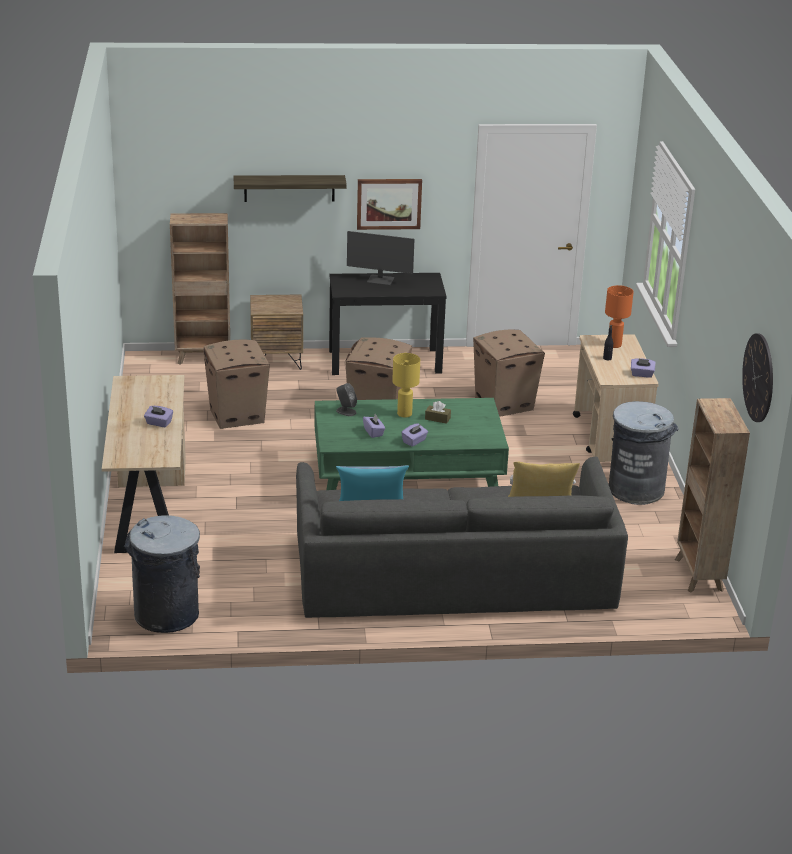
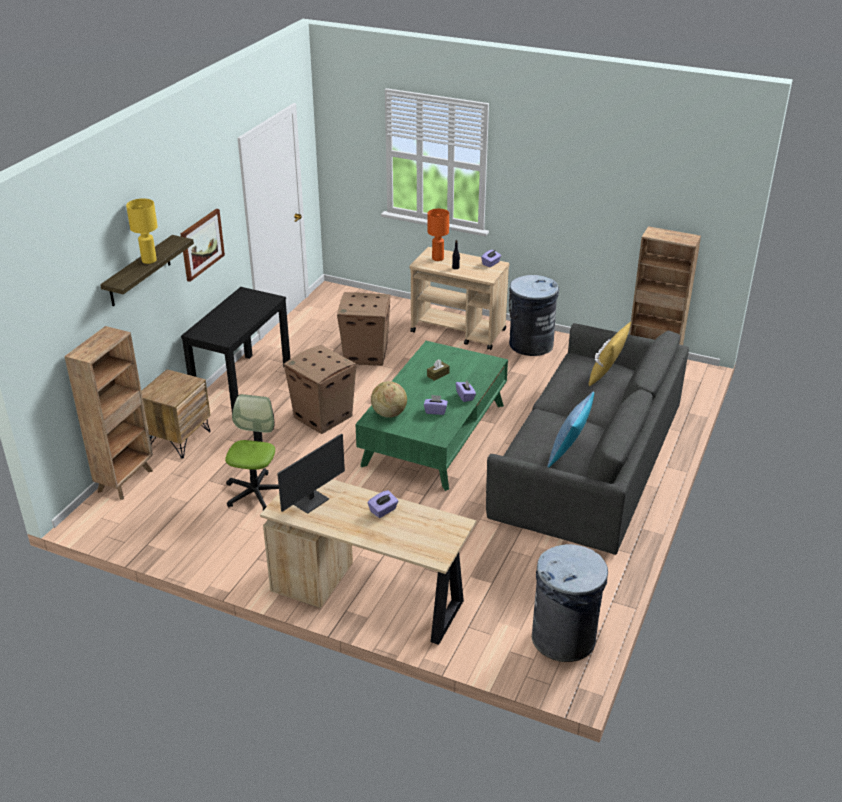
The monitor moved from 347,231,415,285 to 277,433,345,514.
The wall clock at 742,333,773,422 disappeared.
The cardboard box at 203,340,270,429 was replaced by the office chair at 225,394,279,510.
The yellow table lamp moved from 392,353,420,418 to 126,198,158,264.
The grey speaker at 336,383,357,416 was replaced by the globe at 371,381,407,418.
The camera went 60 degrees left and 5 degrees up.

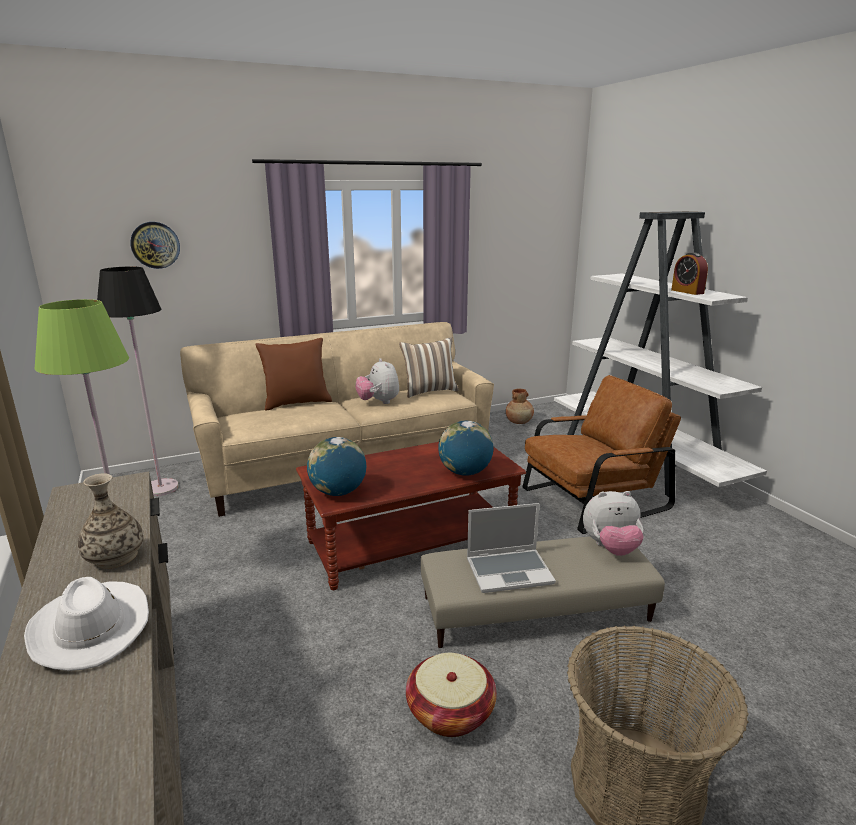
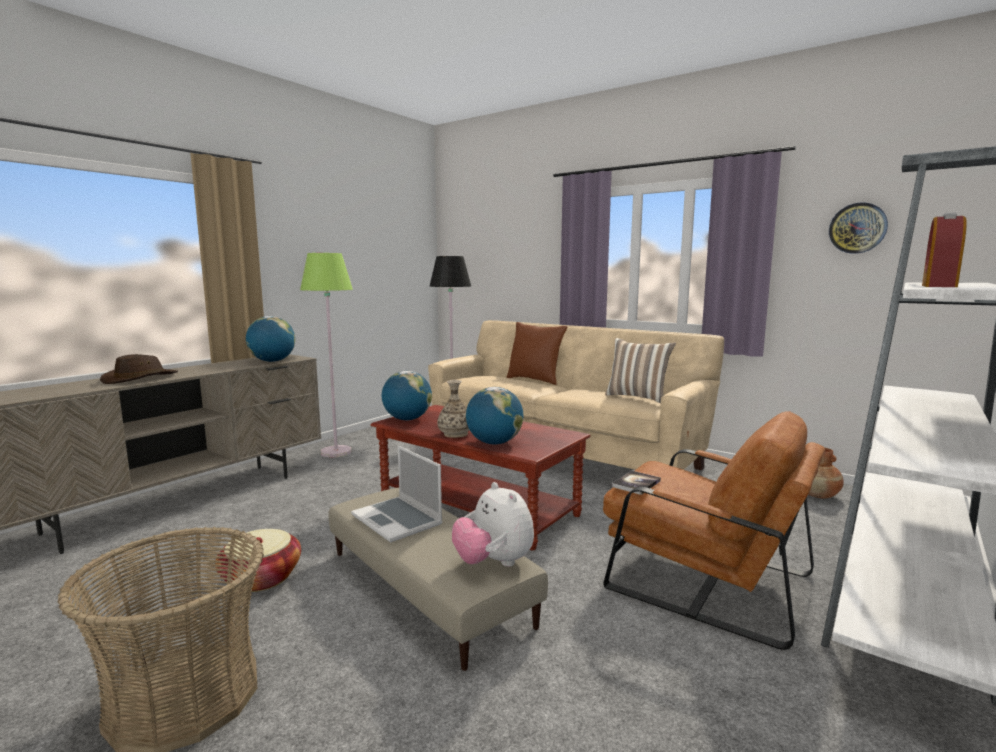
The wall clock moved from 130,222,180,269 to 829,202,888,254.
The plush toy at 355,358,399,404 disappeared.
The vase moved from 78,473,144,569 to 437,380,469,438.
The white hat at 24,577,149,671 became the brown hat at 100,354,178,384.
The globe at 246,316,295,362 appeared.
The book at 612,471,661,495 appeared.
The camera went 60 degrees right and 10 degrees down.

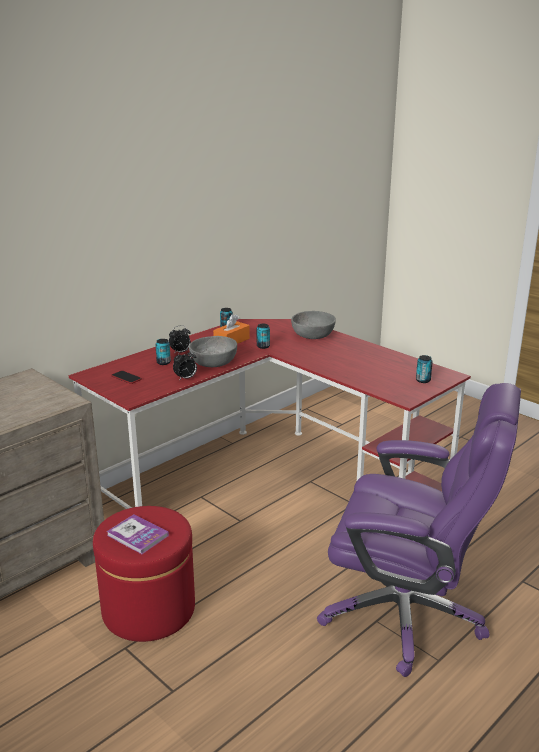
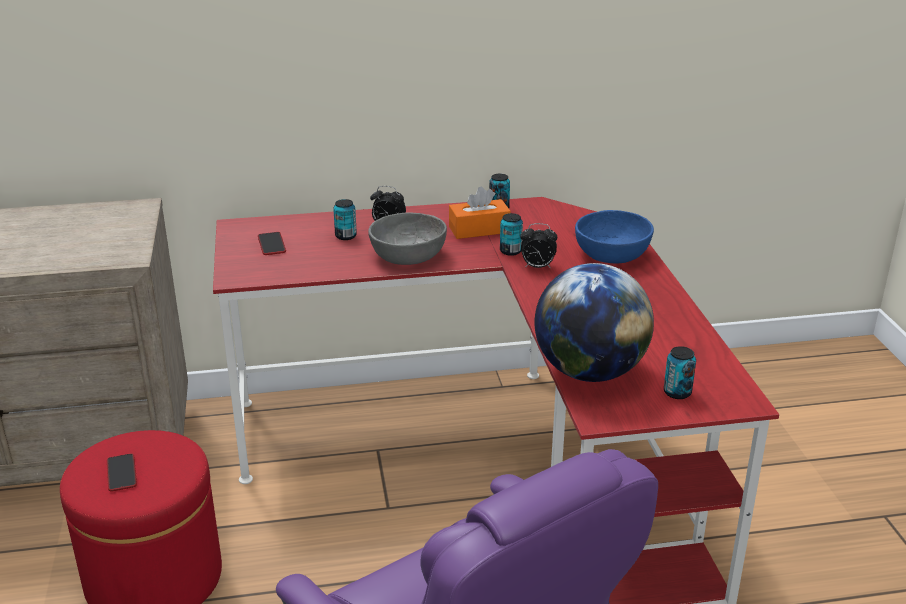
The grey bowl at 291,311,336,339 became the blue bowl at 575,210,654,263.
The alarm clock moved from 173,350,197,381 to 520,223,557,269.
The book at 107,514,169,554 was replaced by the phone at 107,453,137,491.
The globe at 534,263,654,382 appeared.
The camera went 35 degrees right and 5 degrees up.

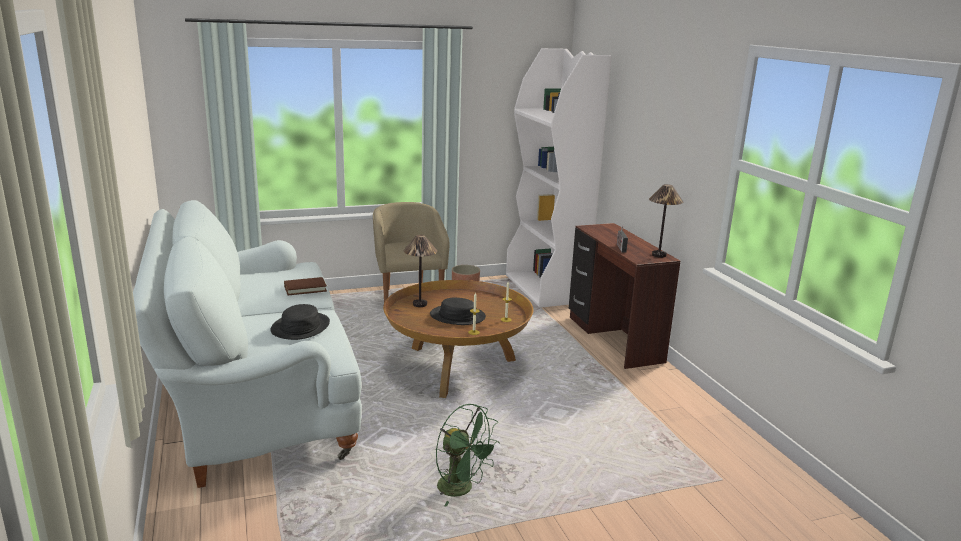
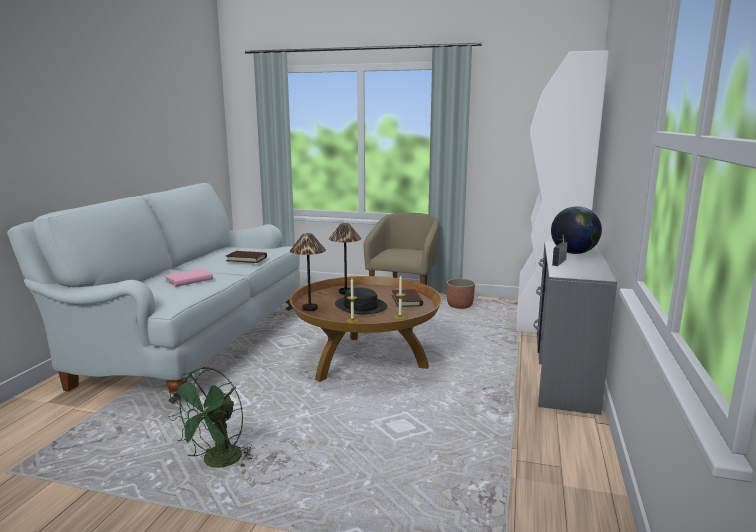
The table lamp moved from 649,184,683,258 to 290,233,326,311.
The brown desk at 569,223,681,369 became the grey desk at 534,241,617,415.
The black hat at 270,304,330,340 was replaced by the pink book at 164,269,213,287.
The green fan at 436,404,500,507 turned 45 degrees clockwise.
The globe at 551,206,602,254 appeared.
The brown book at 392,289,423,307 appeared.
The camera went 35 degrees right and 5 degrees down.

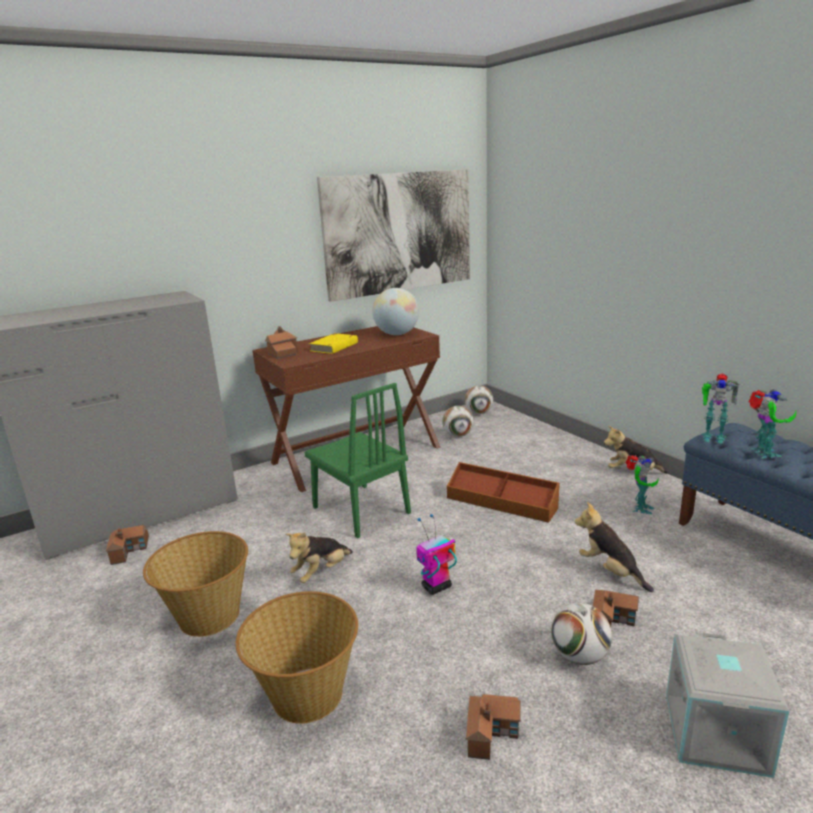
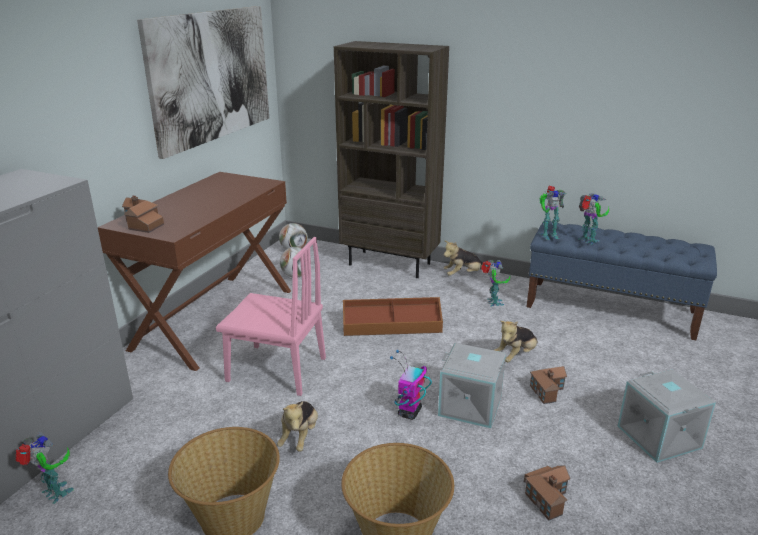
The globe at 372,288,419,335 disappeared.
The yellow book at 309,333,358,354 disappeared.
The green chair at 305,383,411,538 became the pink chair at 216,237,326,396.
The plush toy at 575,502,654,592 turned 60 degrees counterclockwise.
The toy house at 106,525,149,565 was replaced by the toy robot at 16,432,74,504.
The football at 551,603,612,665 disappeared.
The brown bookcase at 334,41,449,278 appeared.
The grey storage box at 438,343,506,428 appeared.
The camera went 35 degrees left and 5 degrees up.

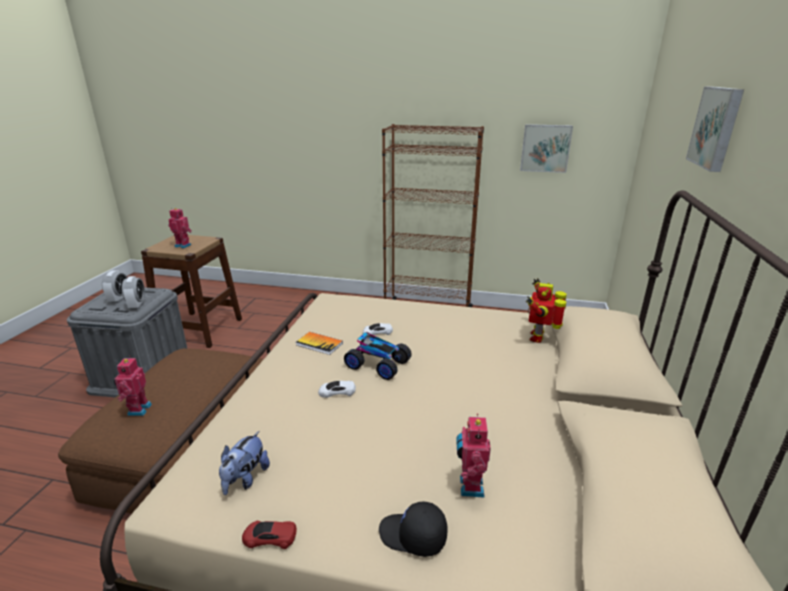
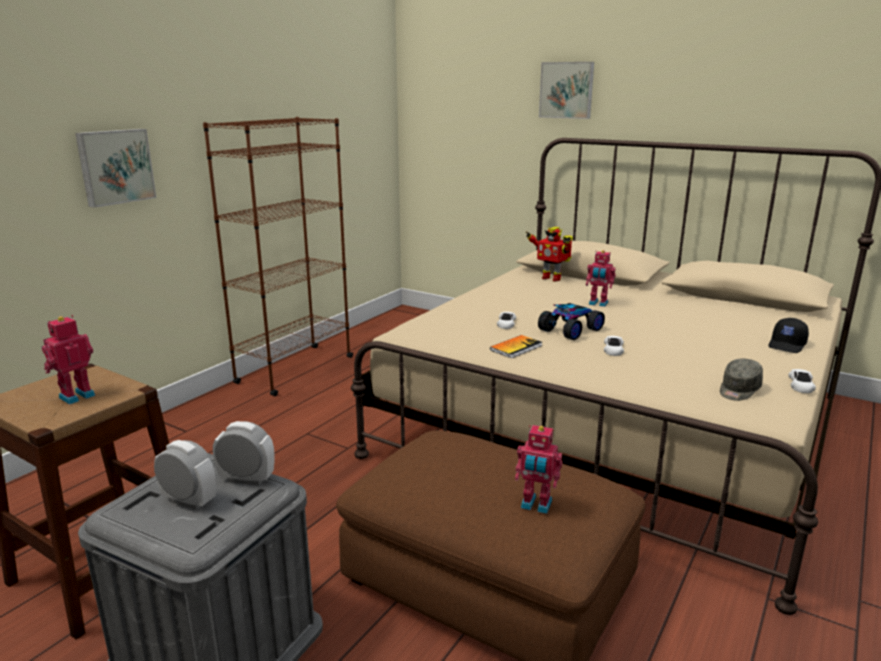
The picture moved from 520,124,573,173 to 75,129,156,208.
The toy robot moved from 456,413,491,498 to 586,250,616,307.
The plush toy at 219,431,270,495 was replaced by the grey cap at 720,359,763,401.
The red toy car at 242,521,297,549 became the white toy car at 788,369,816,393.
The camera went 70 degrees left and 5 degrees down.

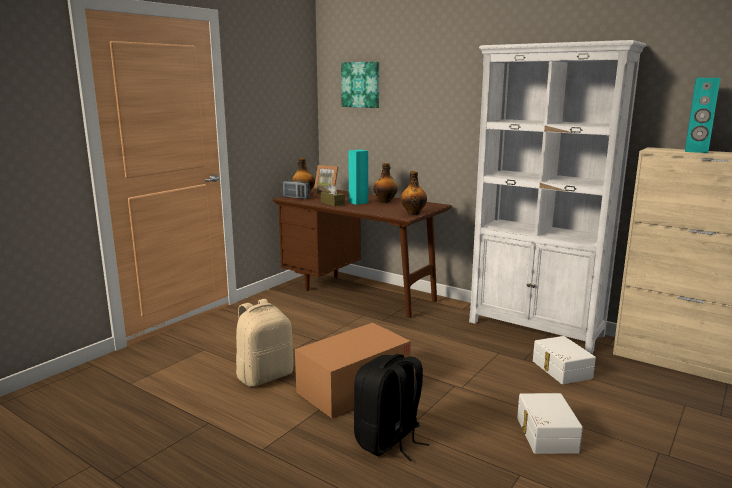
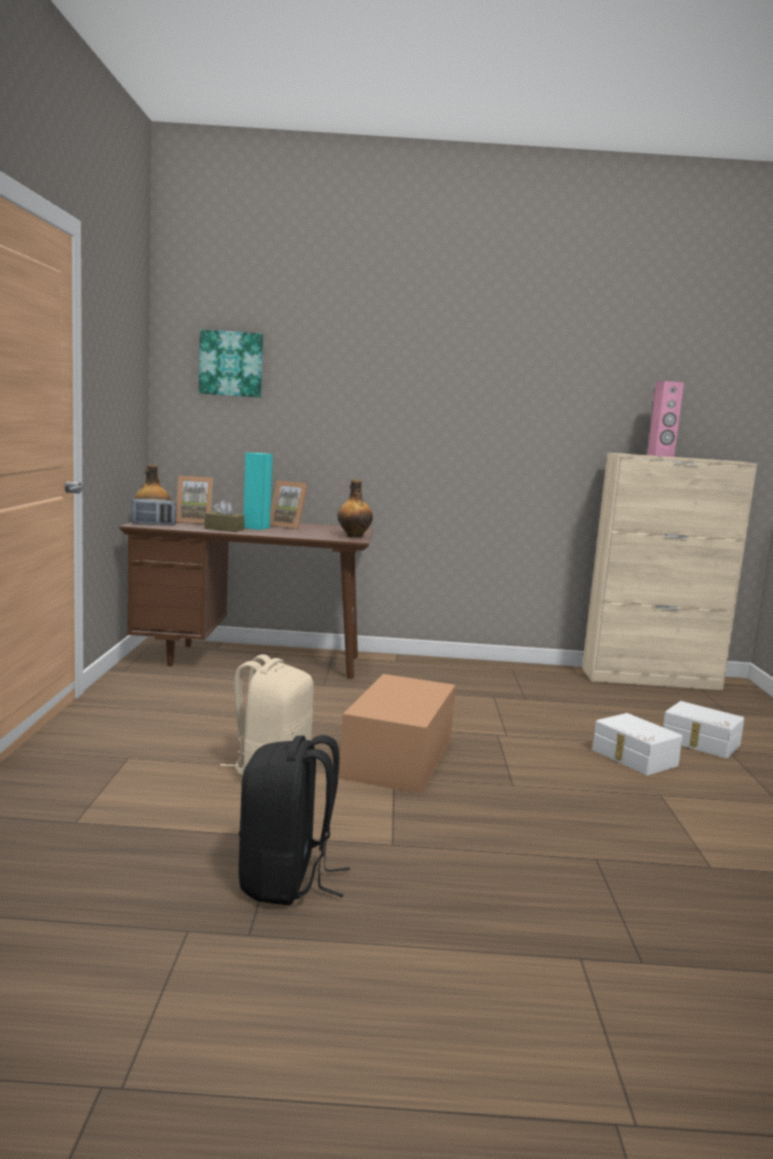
The white bookcase at 469,40,646,354 disappeared.
The turquoise speaker at 685,78,720,153 became the pink speaker at 647,381,684,457.
The bottle at 373,163,398,203 was replaced by the picture frame at 270,480,308,529.
The white storage box moved from 533,336,596,384 to 663,701,744,759.
The black backpack moved from 354,354,430,461 to 239,735,350,905.
The camera went 35 degrees left and 5 degrees down.

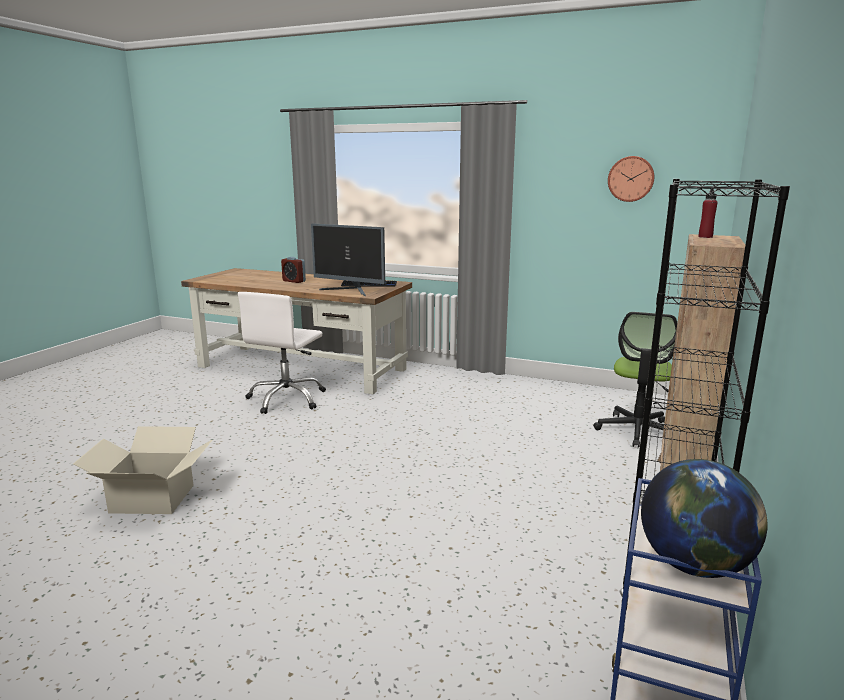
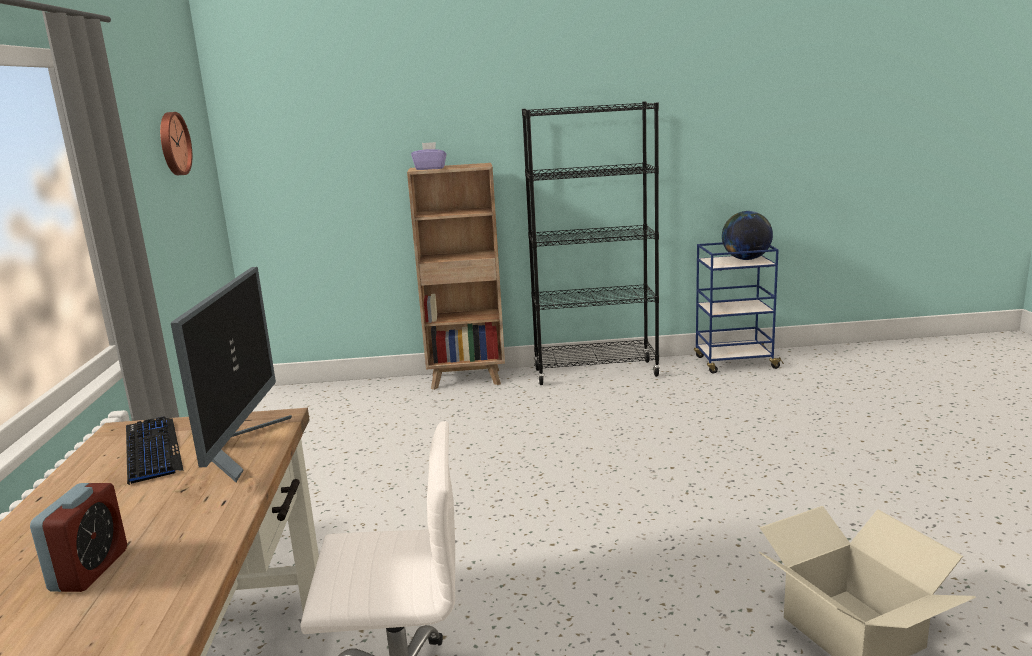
The red bottle at 698,189,717,238 was replaced by the purple tissue box at 411,142,447,170.
The office chair at 593,312,677,448 disappeared.
The camera went 115 degrees left and 0 degrees up.

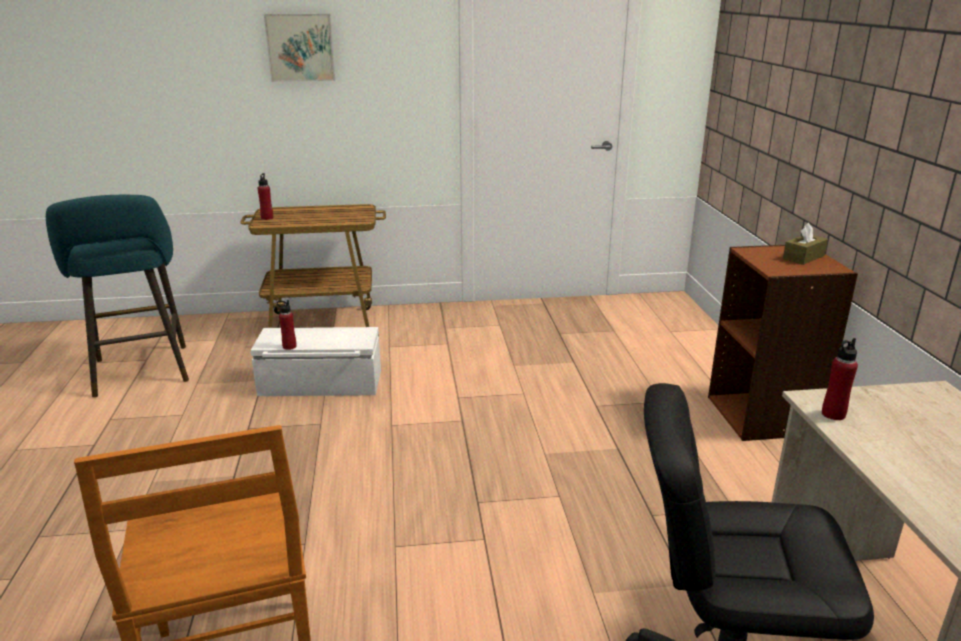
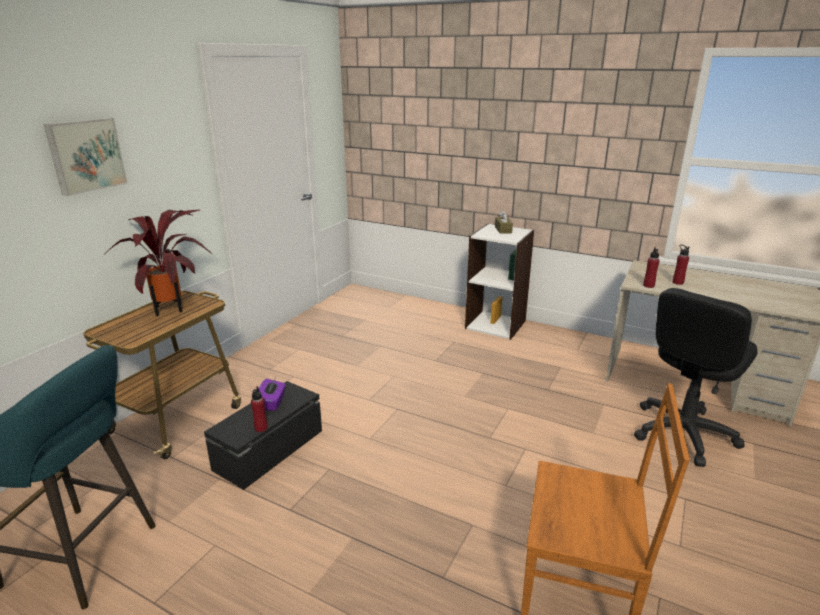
The red bottle moved from 258,173,273,220 to 672,245,690,285.
The brown bookcase at 708,245,858,441 became the white bookcase at 465,224,534,340.
The white storage box at 250,327,381,396 became the black storage box at 204,381,322,490.
The potted plant at 104,210,213,316 appeared.
The purple tissue box at 258,379,286,411 appeared.
The camera went 55 degrees left and 0 degrees up.

